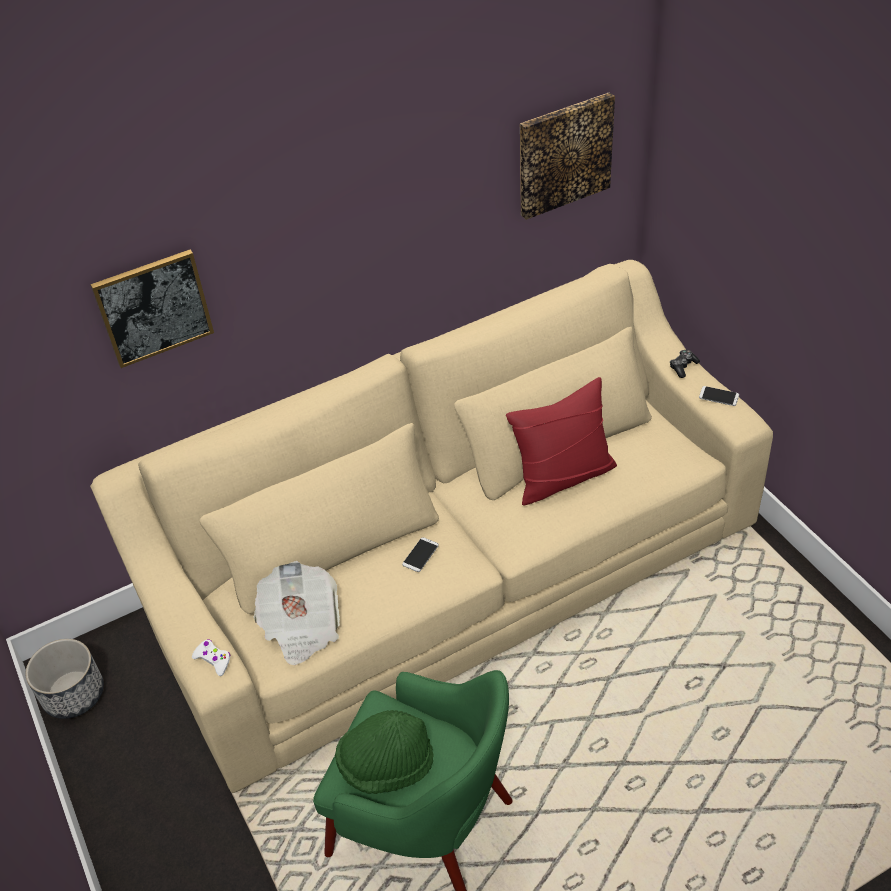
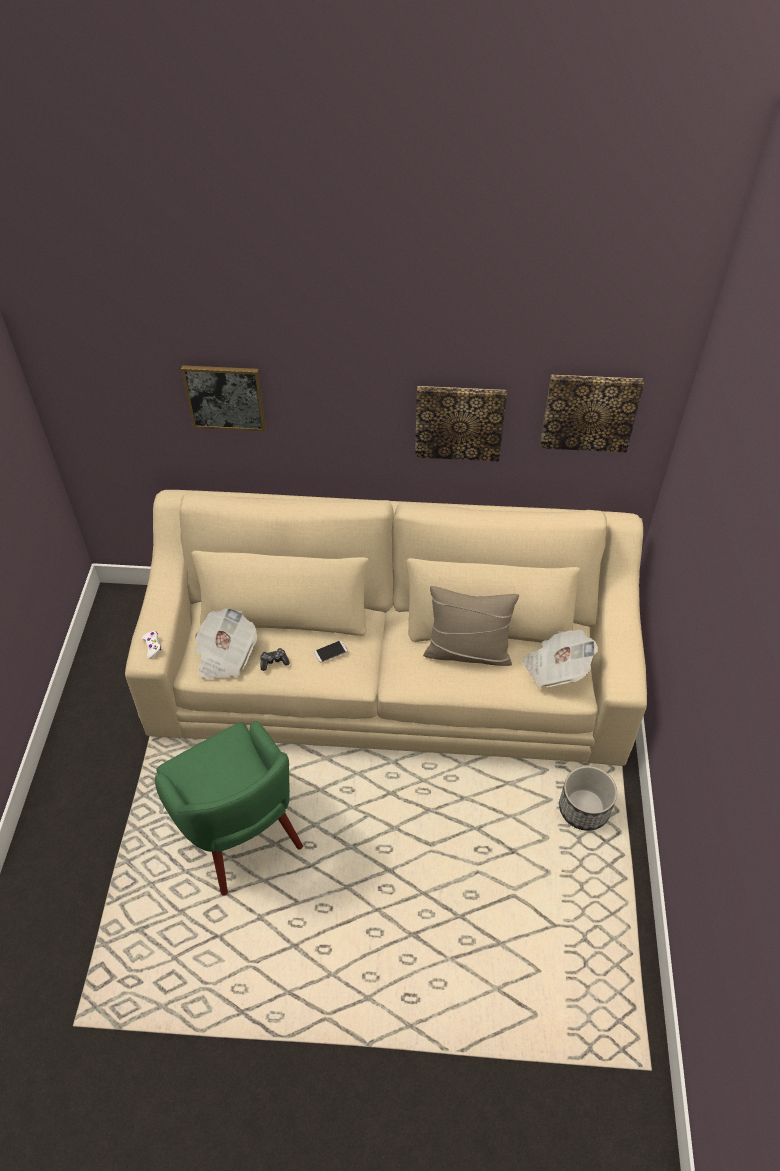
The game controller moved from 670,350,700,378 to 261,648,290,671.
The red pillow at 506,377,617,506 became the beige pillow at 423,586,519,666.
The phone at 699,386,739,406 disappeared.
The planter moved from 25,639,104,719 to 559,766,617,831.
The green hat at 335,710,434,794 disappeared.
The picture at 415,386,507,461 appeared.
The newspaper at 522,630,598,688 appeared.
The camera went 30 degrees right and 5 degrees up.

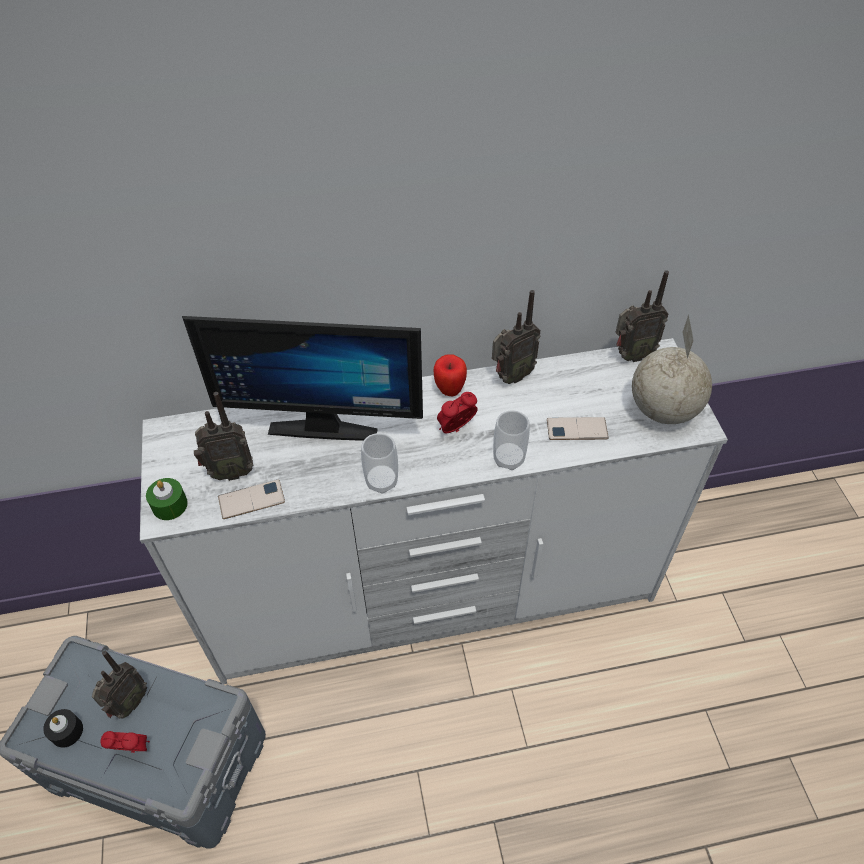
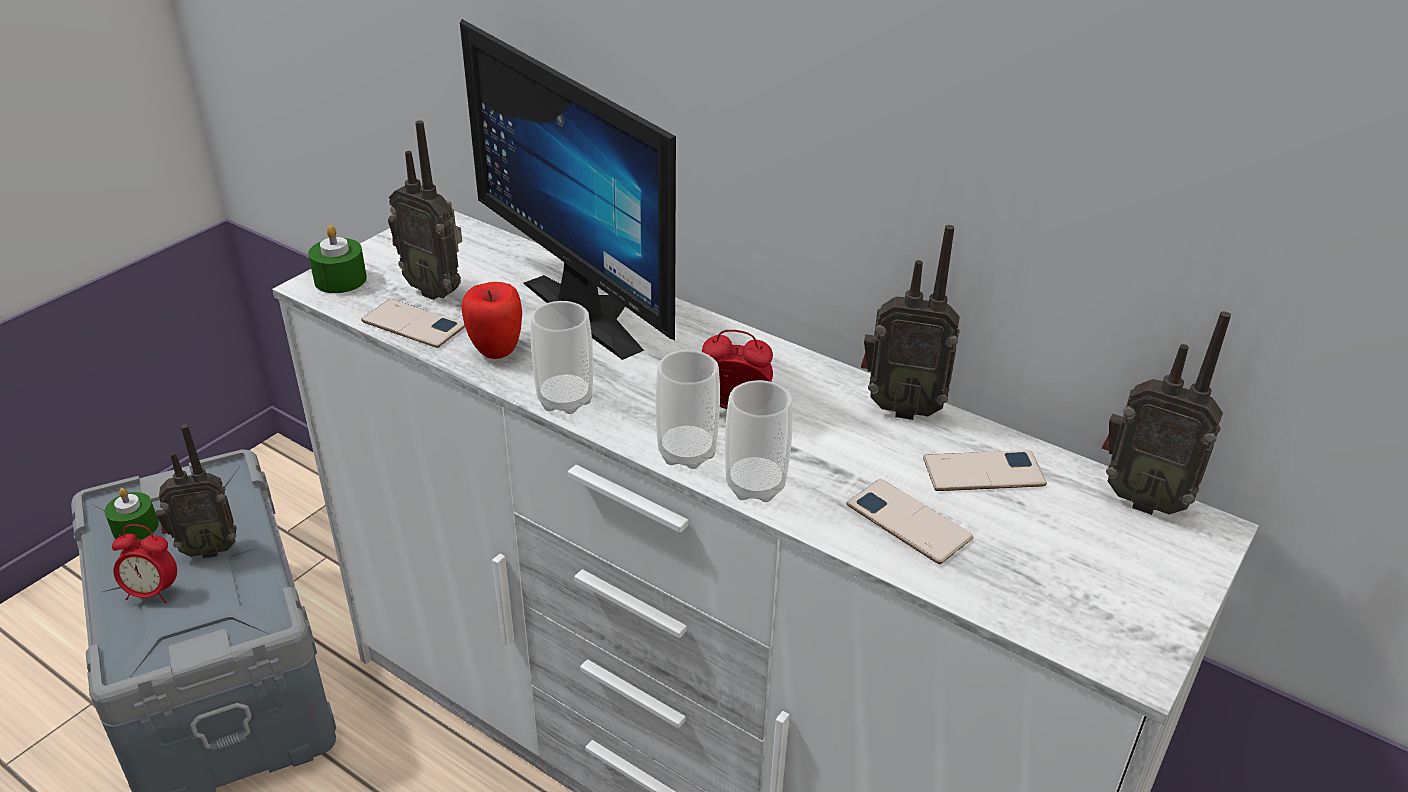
The globe at 632,314,712,424 disappeared.
The apple moved from 434,354,467,396 to 462,282,522,359.
The black candle at 43,709,83,748 became the green candle at 105,488,159,541.
The alarm clock at 100,731,150,753 turned 135 degrees clockwise.
The cup at 655,350,720,469 appeared.
The phone at 923,450,1047,491 appeared.
The camera went 45 degrees right and 15 degrees down.

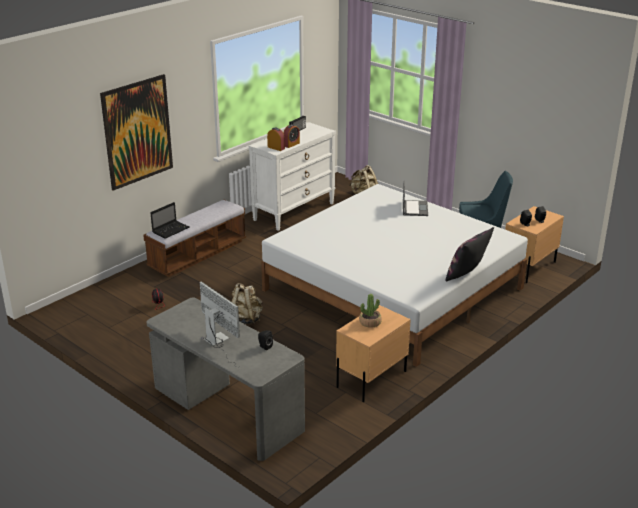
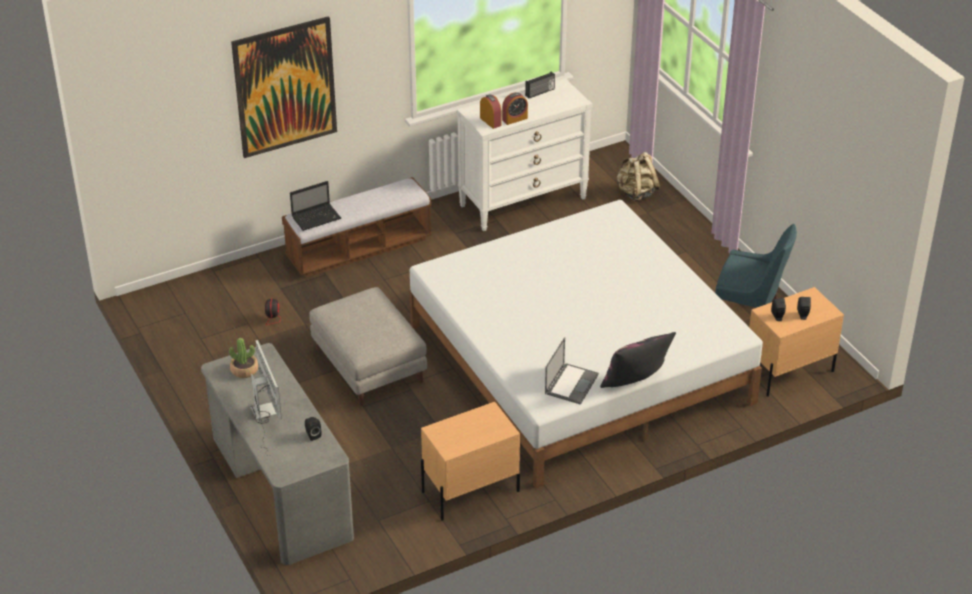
The laptop moved from 403,181,428,216 to 545,337,599,405.
The beige backpack at 231,283,263,324 was replaced by the grey ottoman at 309,287,427,406.
The potted plant moved from 359,294,382,328 to 229,338,258,378.
The camera went 20 degrees right and 10 degrees up.

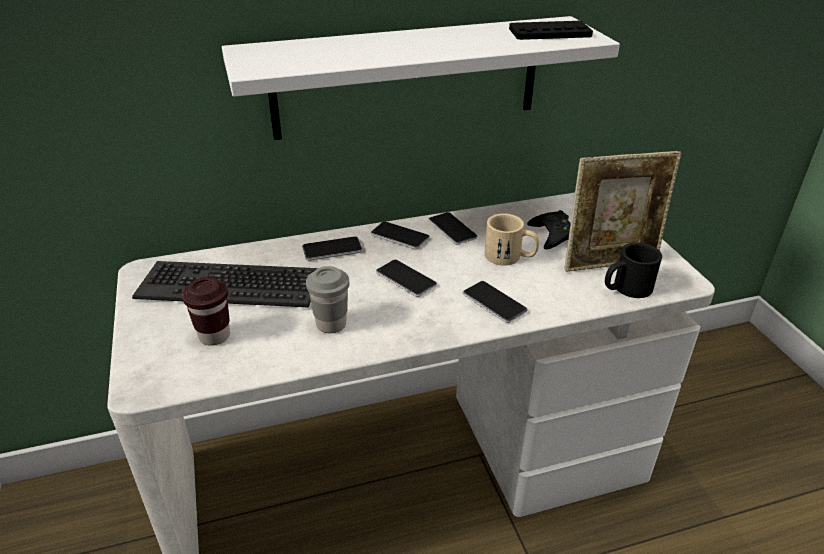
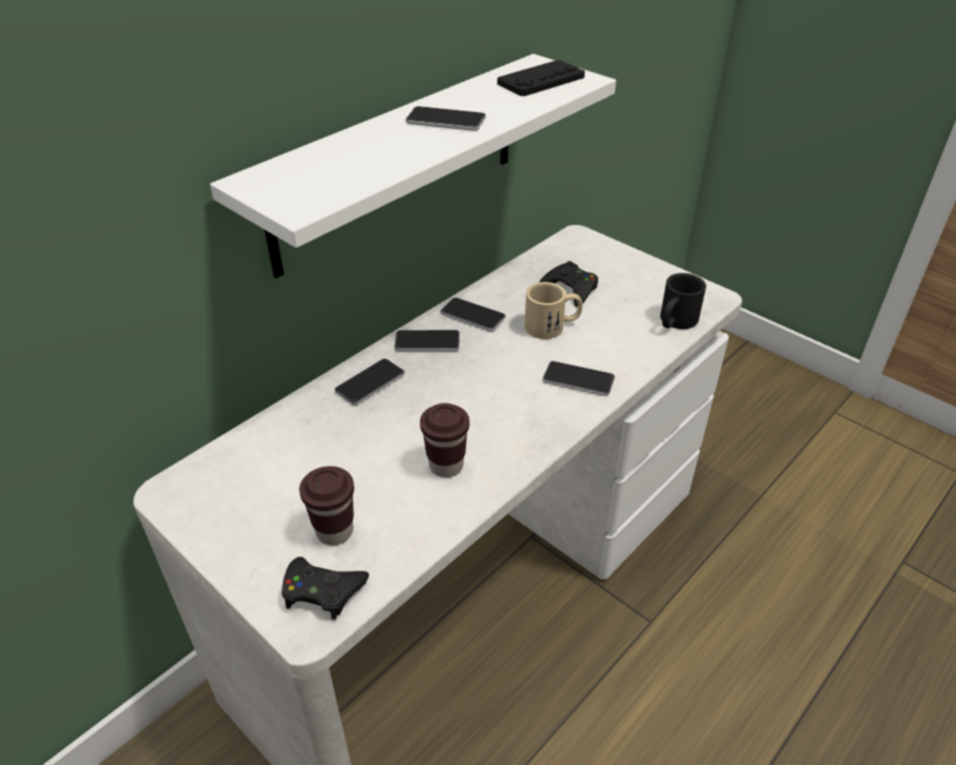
The picture frame at 564,151,682,272 disappeared.
The phone moved from 376,260,437,297 to 405,106,486,131.
The keyboard at 132,261,318,308 disappeared.
The grey cup at 306,266,349,333 became the brown cup at 420,403,469,477.
The black game controller at 282,557,369,620 appeared.
The camera went 30 degrees left and 5 degrees up.

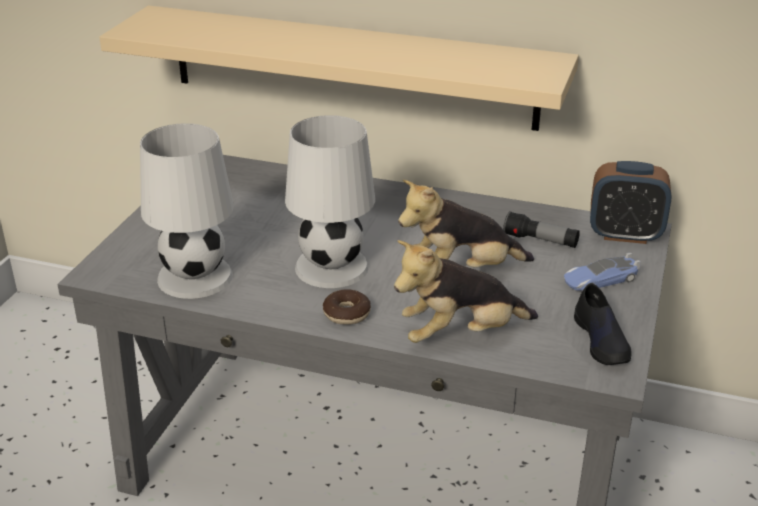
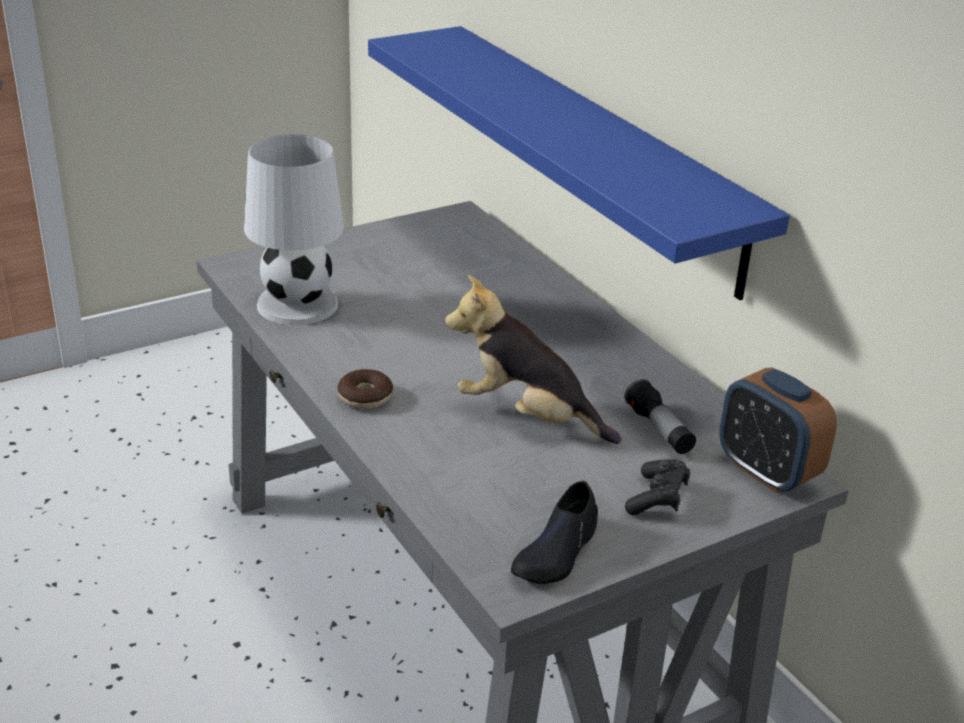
The beige shelf at 99,6,579,131 became the blue shelf at 368,26,790,300.
The white table lamp at 285,115,375,288 disappeared.
The plush toy at 394,240,538,343 disappeared.
The toy car at 564,253,641,291 was replaced by the black game controller at 625,459,690,515.
The camera went 40 degrees right and 0 degrees up.

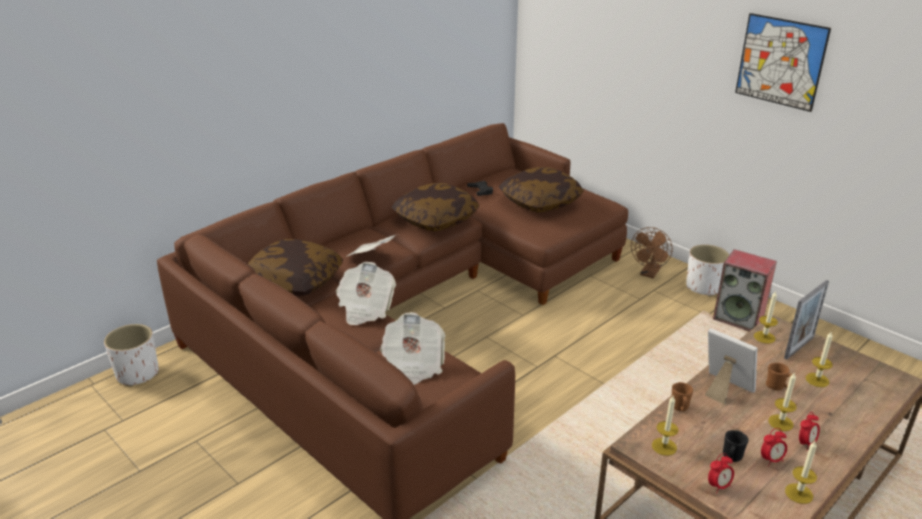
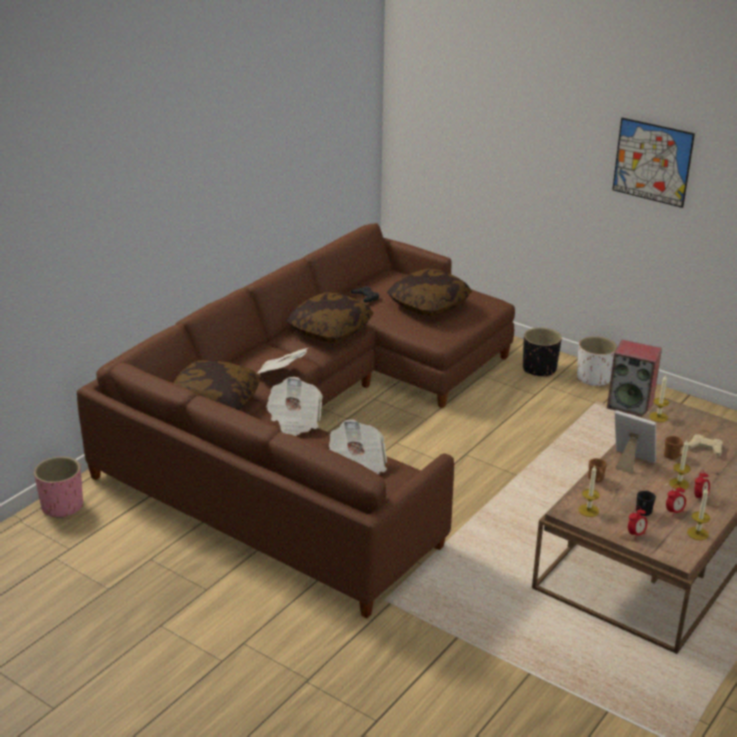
The brown fan at 631,227,673,278 was replaced by the black planter at 523,328,562,377.
The picture frame at 784,280,829,360 disappeared.
The white planter at 104,324,159,387 became the pink planter at 34,457,83,519.
The candle at 806,331,833,387 was replaced by the beige game controller at 688,434,723,456.
The camera went 10 degrees left and 0 degrees up.

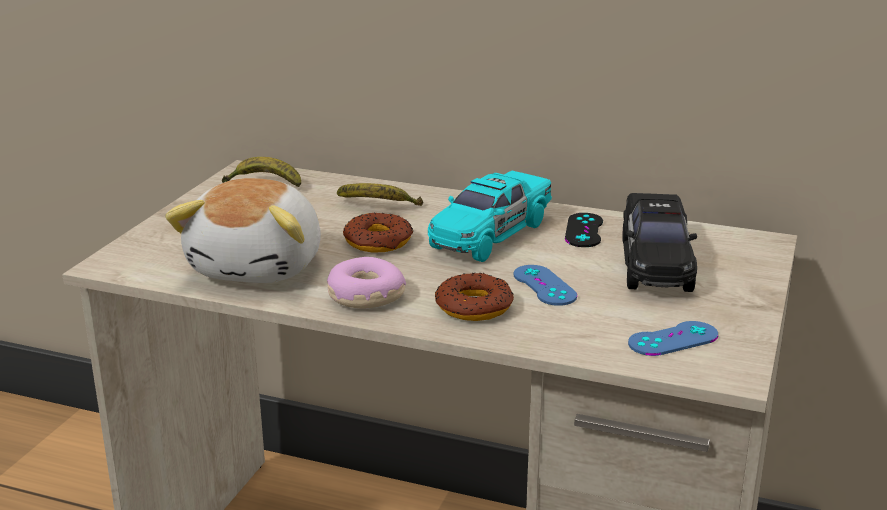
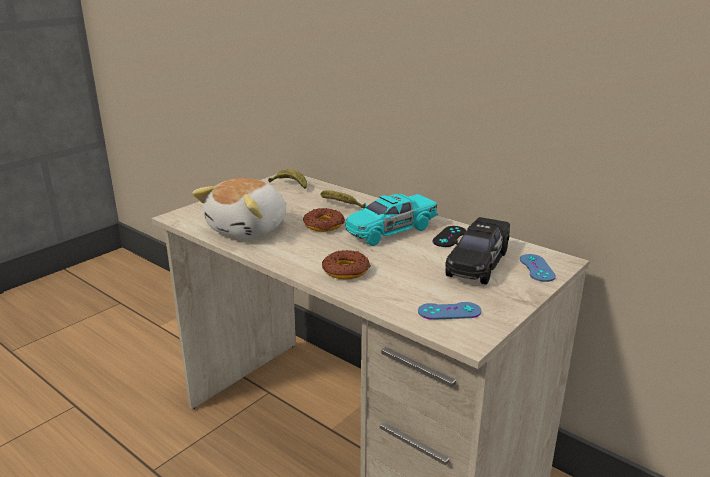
The donut at 327,257,406,308 disappeared.
The blue game controller moved from 514,265,577,306 to 520,254,556,282.
The camera went 20 degrees right and 0 degrees up.

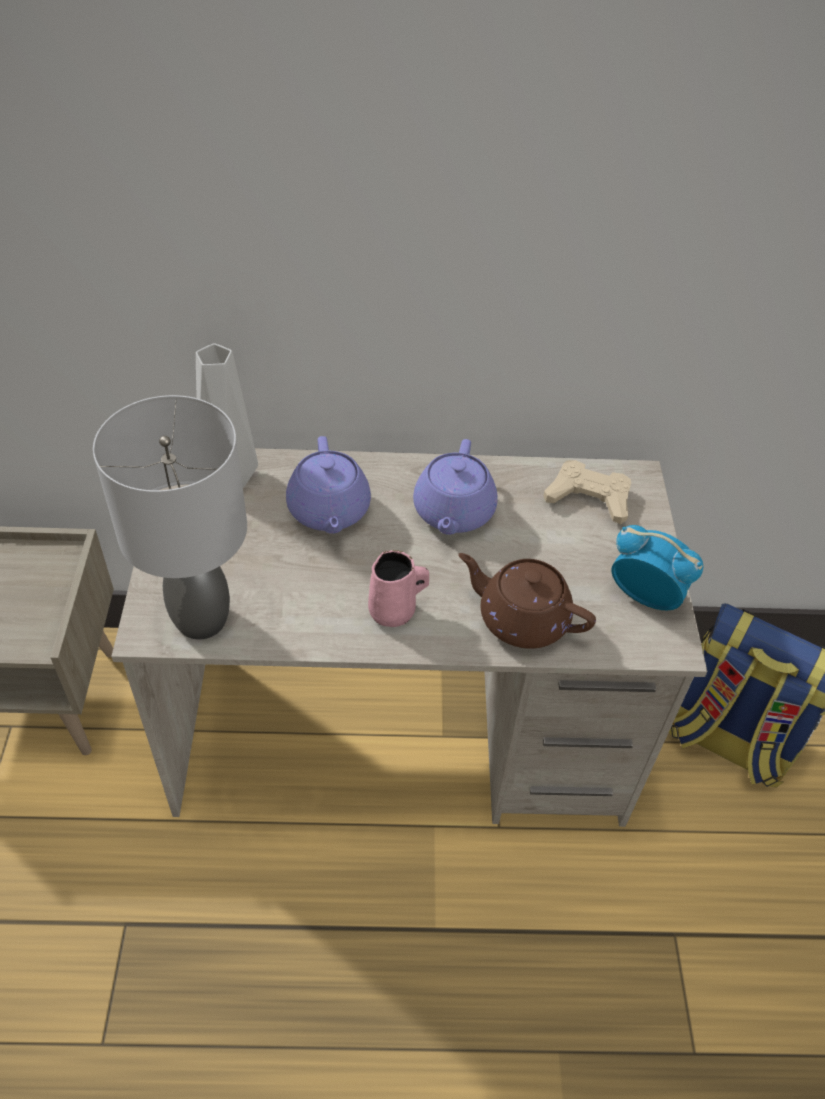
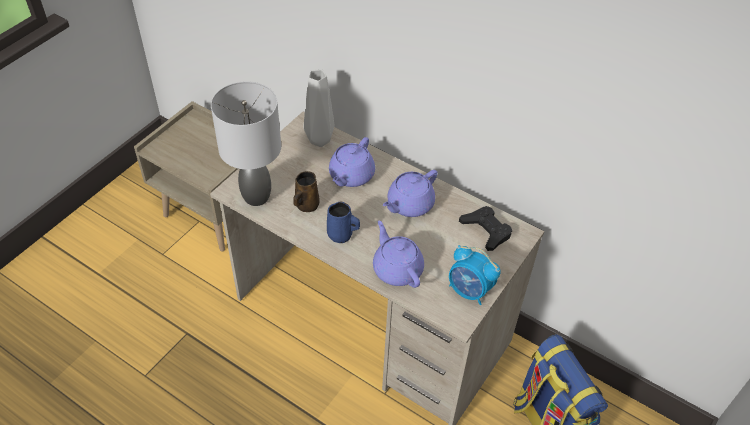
The beige game controller at 543,460,631,524 became the black game controller at 459,206,512,251.
The alarm clock at 611,525,703,611 turned 150 degrees clockwise.
The pink mug at 368,550,429,627 became the blue mug at 327,201,360,243.
The brown teapot at 458,553,596,649 became the purple teapot at 373,220,424,288.
The brown mug at 293,171,320,212 appeared.
The camera went 35 degrees right and 0 degrees up.

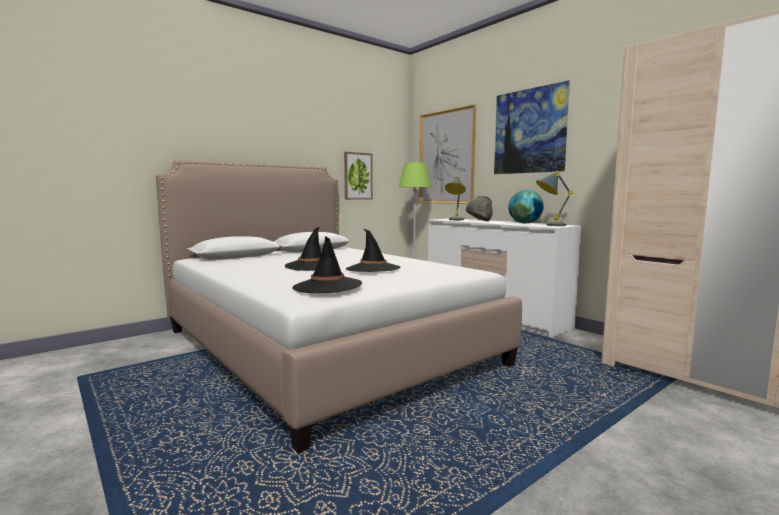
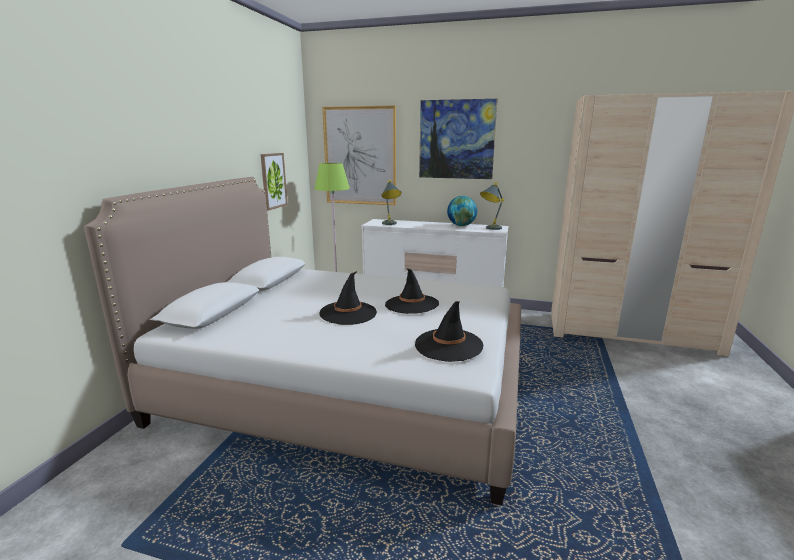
The grey hat at 466,195,493,221 disappeared.
The camera went 35 degrees left and 10 degrees up.

